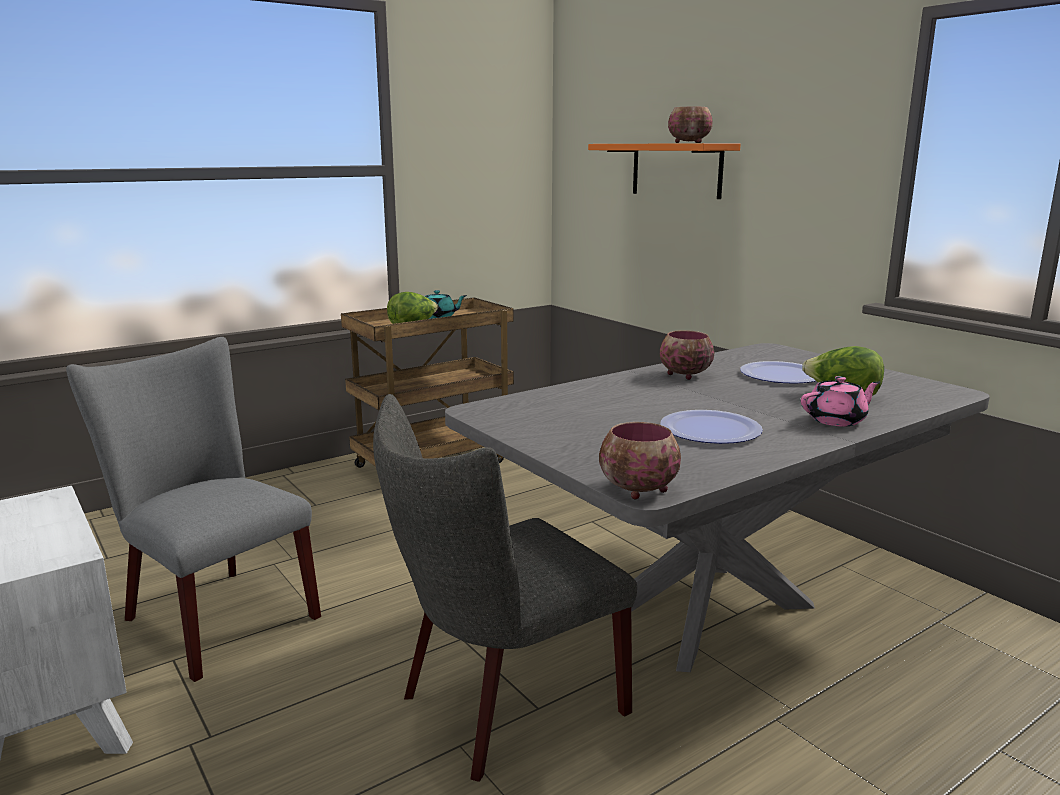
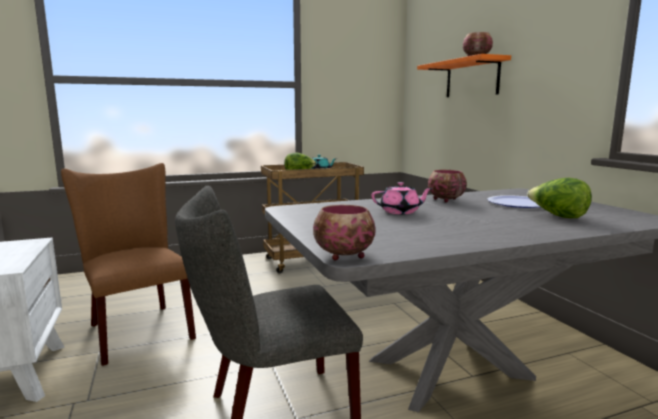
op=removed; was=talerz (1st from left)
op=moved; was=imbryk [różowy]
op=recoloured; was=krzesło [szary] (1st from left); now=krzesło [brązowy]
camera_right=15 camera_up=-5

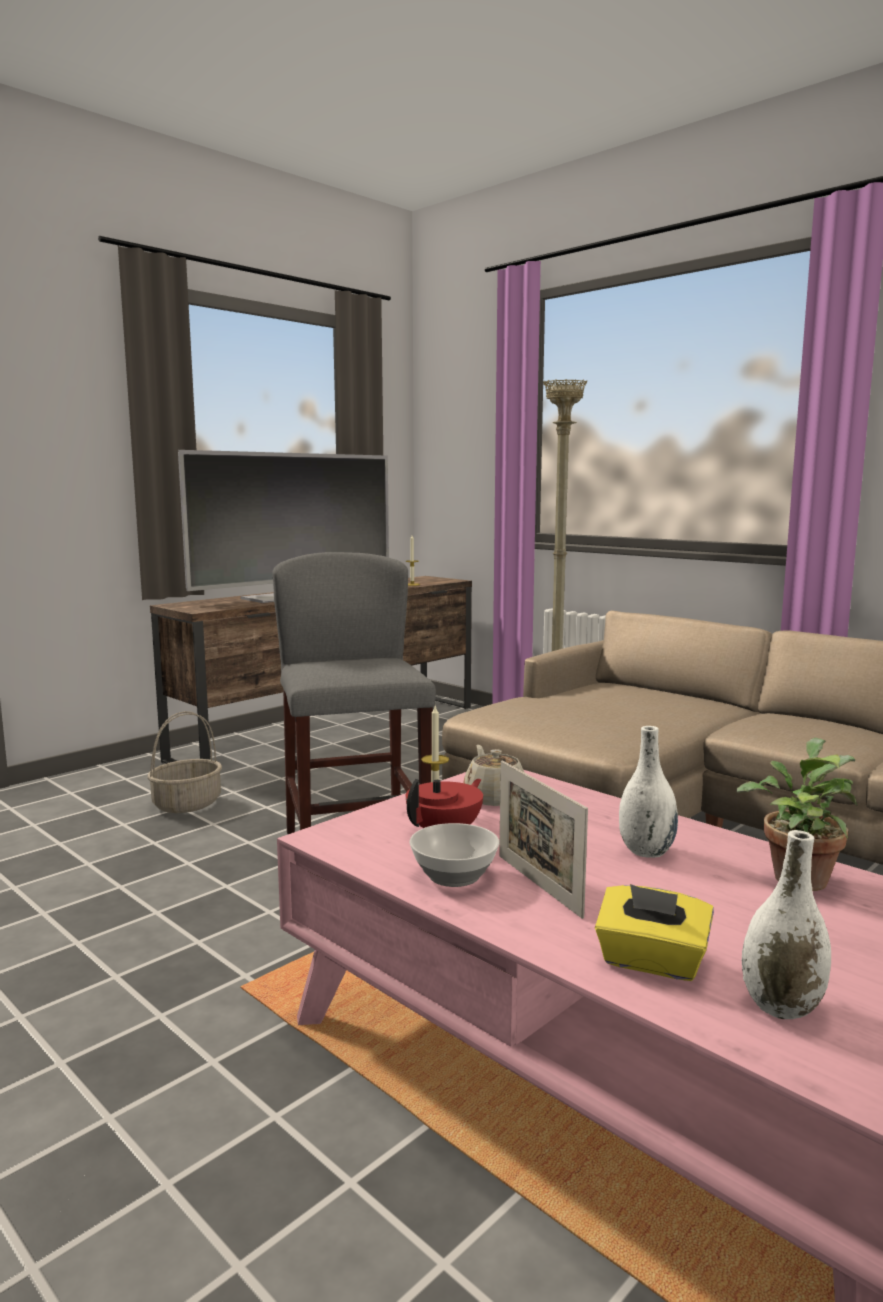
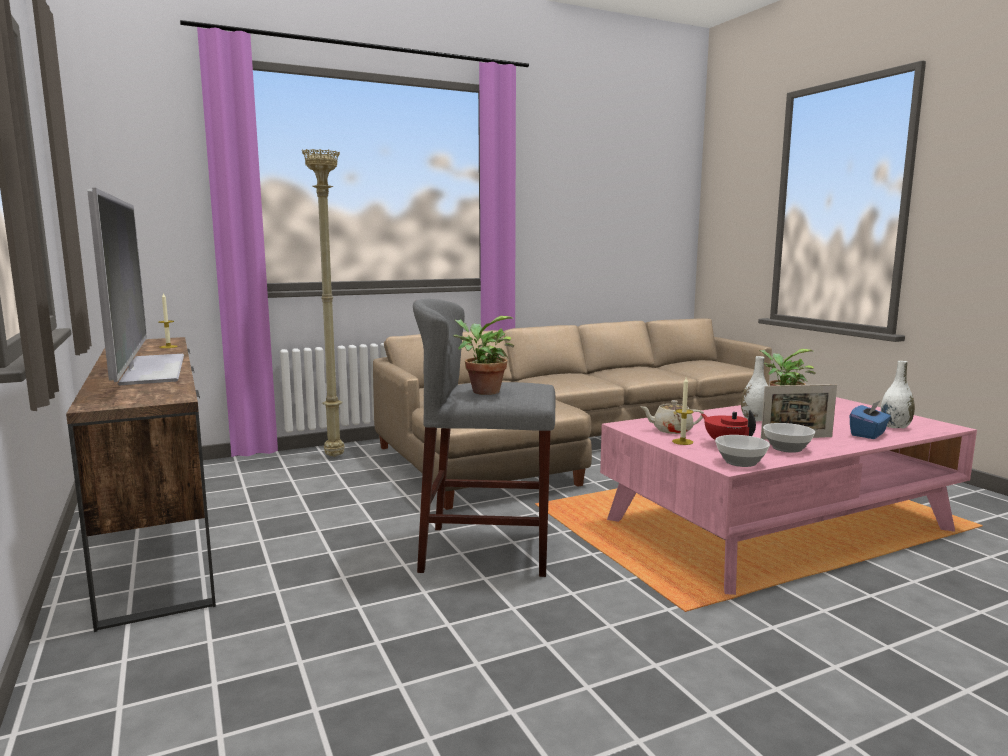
op=removed; was=koszyk
op=added; now=roślina doniczkowa (1st from left)
op=added; now=miska (1st from left)
op=recoloured; was=pudełko chusteczek [żółty]; now=pudełko chusteczek [niebieski]
camera_right=-70 camera_up=0

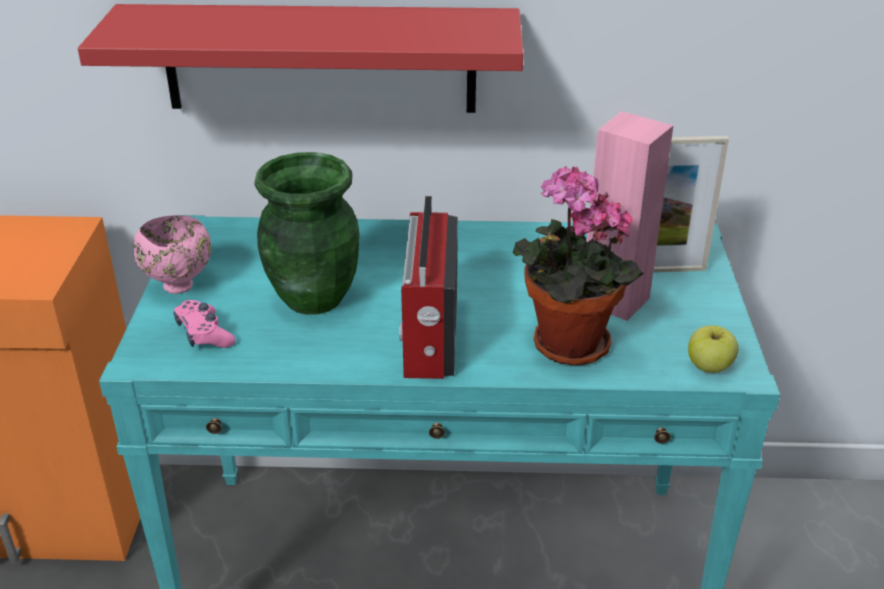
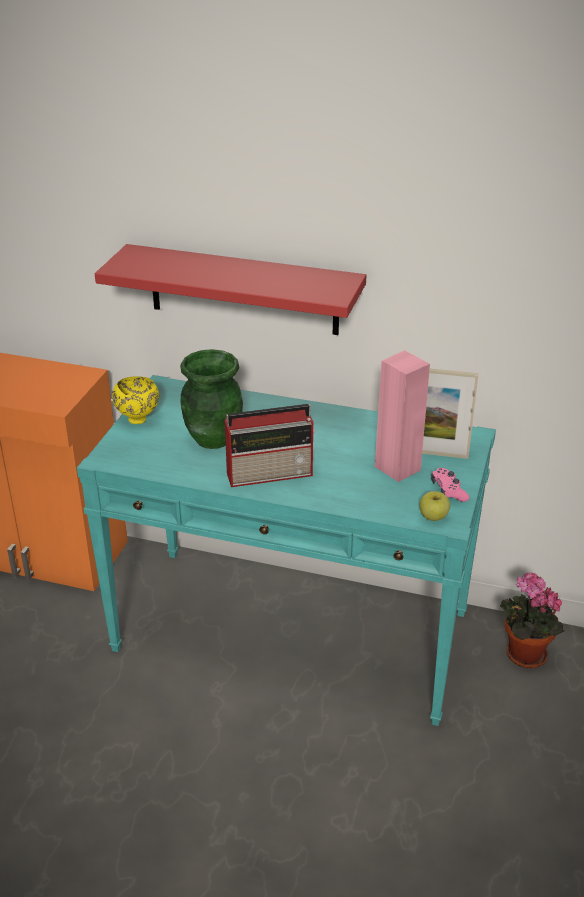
op=moved; was=pad do gier [różowy]
op=moved; was=roślina doniczkowa
op=recoloured; was=miska [różowy]; now=miska [żółty]
op=turned; was=radio; clockwise=-120
camera_right=15 camera_up=0

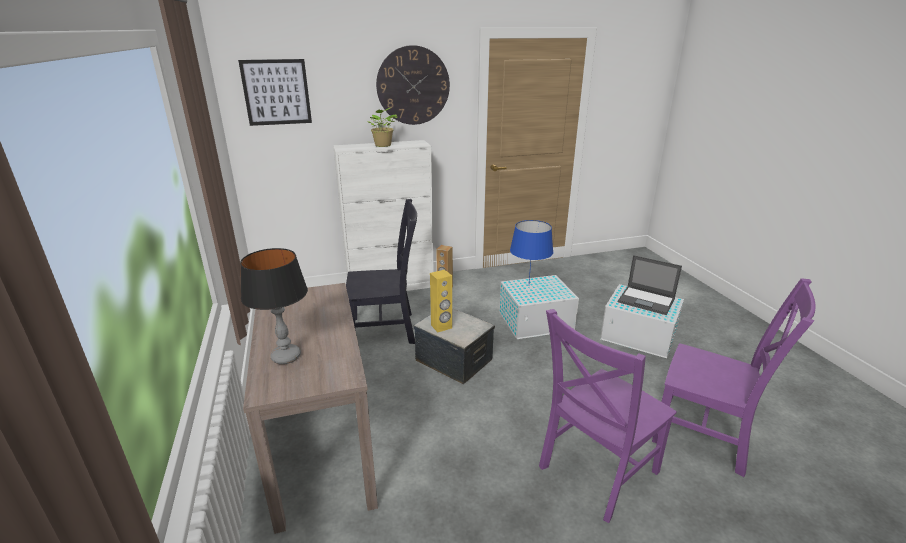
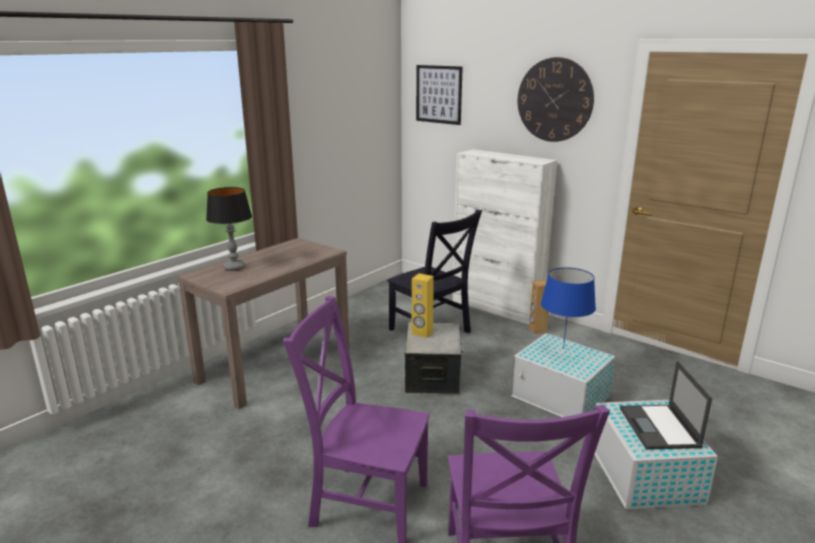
op=removed; was=roślina doniczkowa
camera_right=55 camera_up=-5

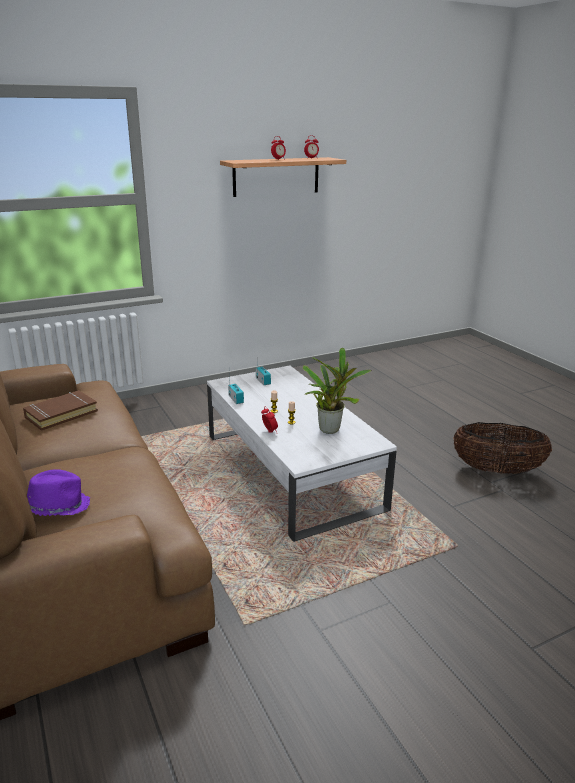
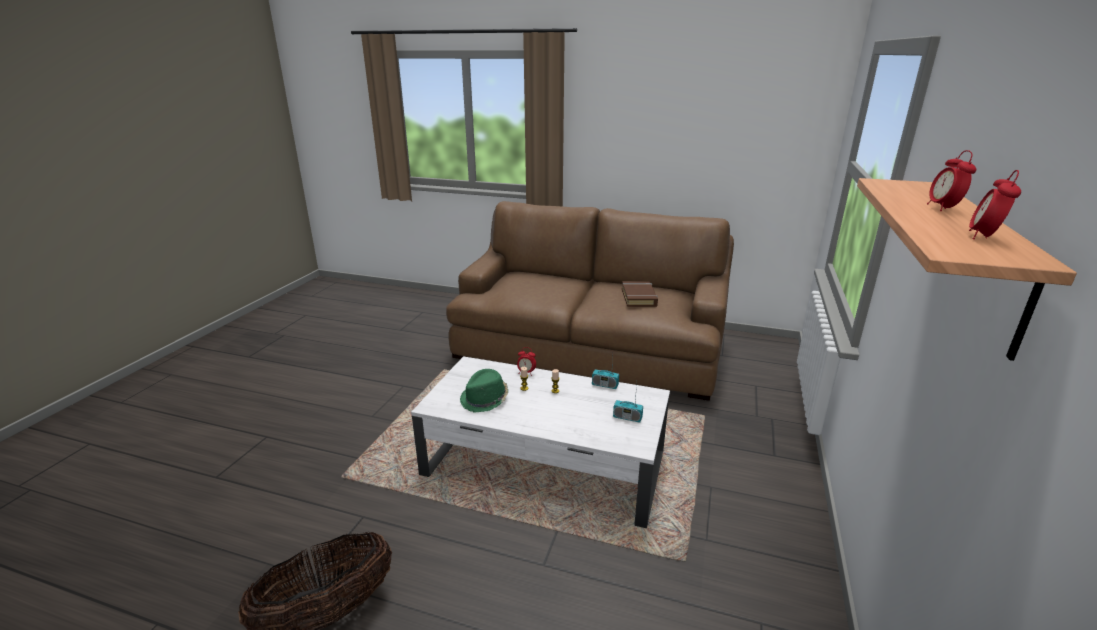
op=removed; was=kapelusz [fioletowy]
op=replaced; was=roślina doniczkowa; now=kapelusz [zielony]
camera_right=135 camera_up=0

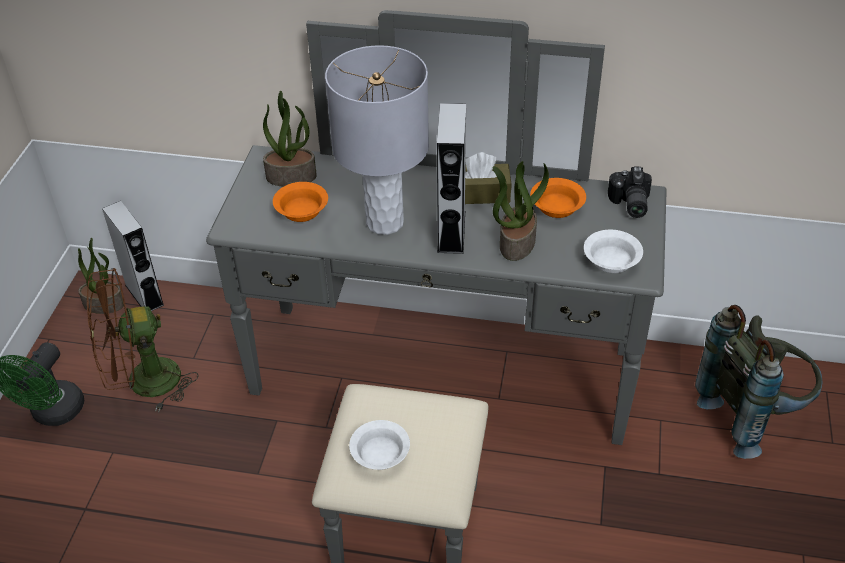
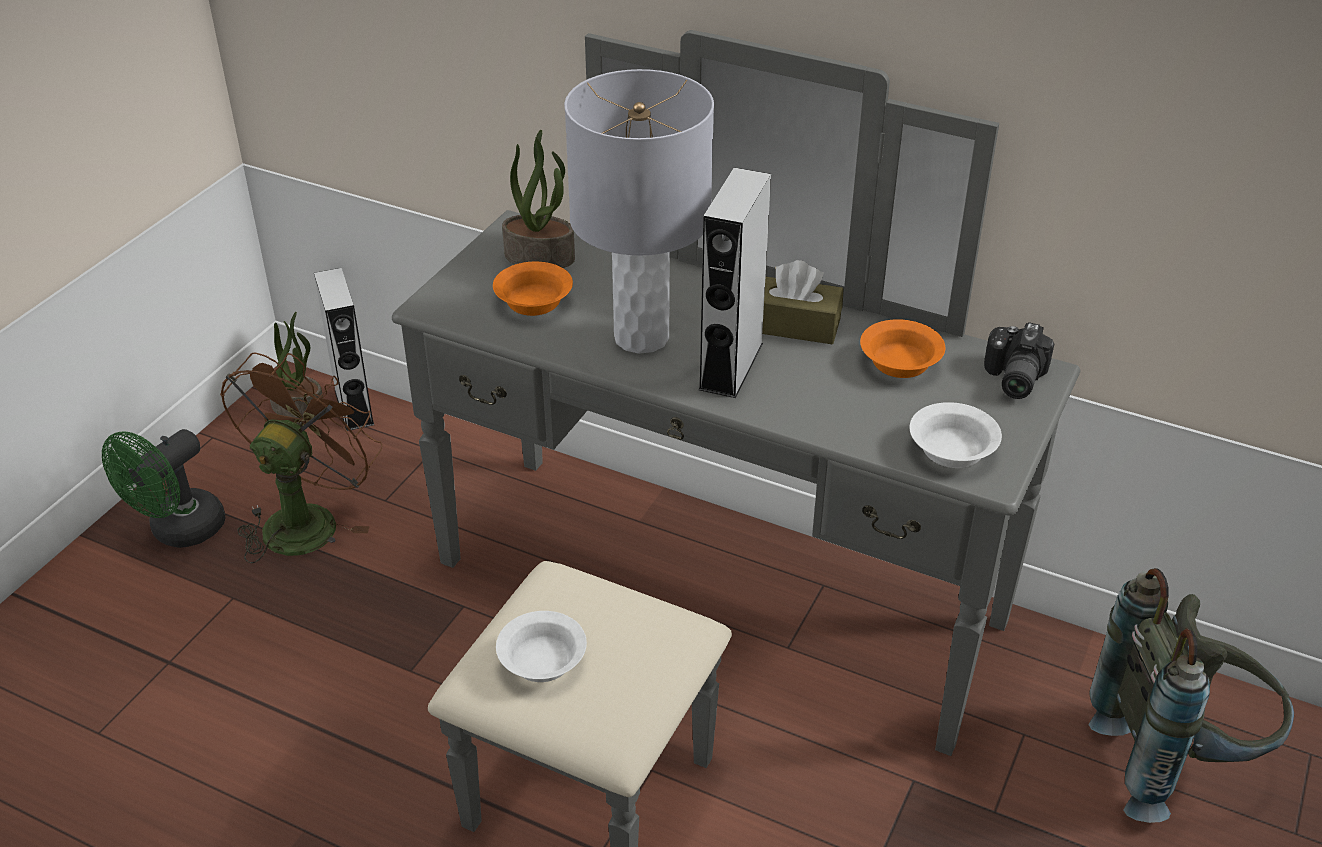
op=removed; was=roślina doniczkowa (3rd from left)
op=turned; was=wentylator [brązowy]; clockwise=120
camera_right=15 camera_up=-5

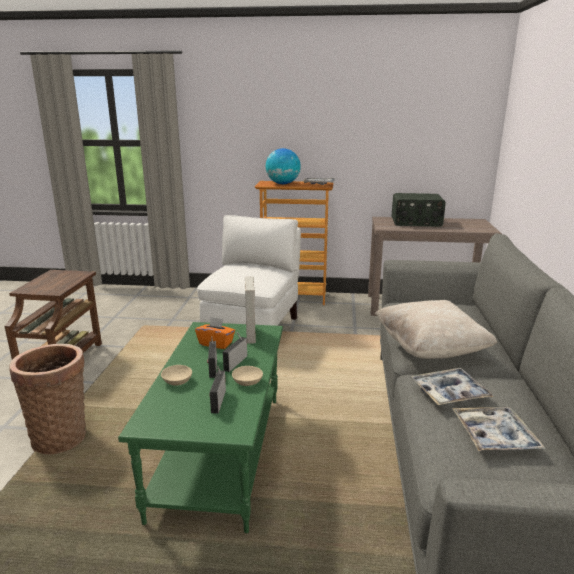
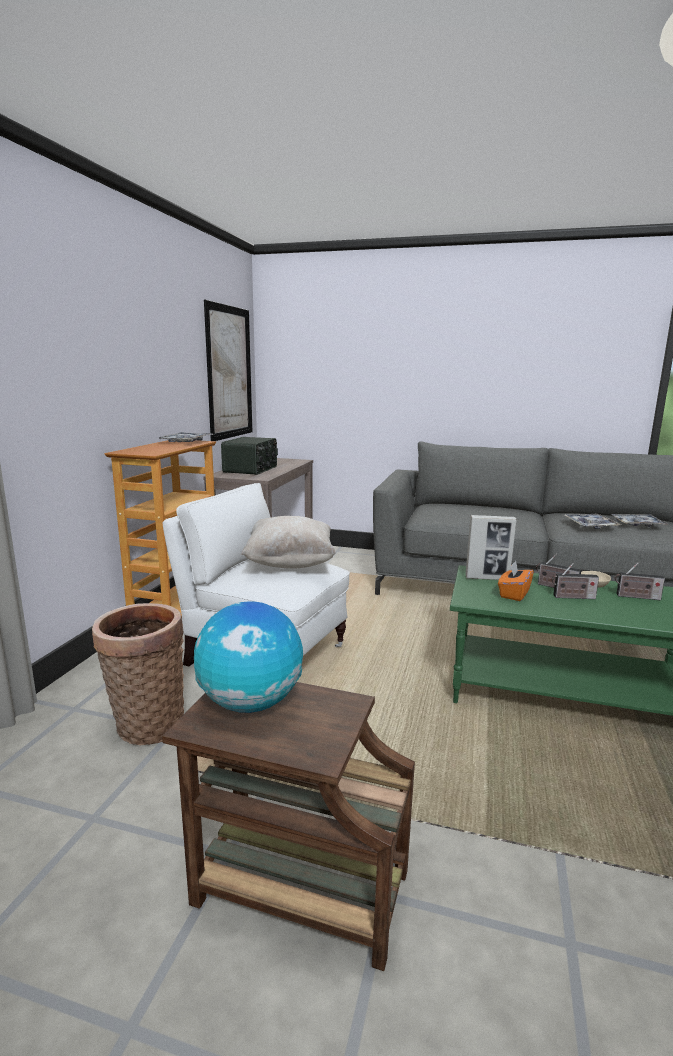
op=removed; was=miska [beżowy] (1st from left)
op=added; now=obraz
op=moved; was=koszyk
op=moved; was=globus
op=moved; was=poduszka [beżowy]
camera_right=-80 camera_up=-5

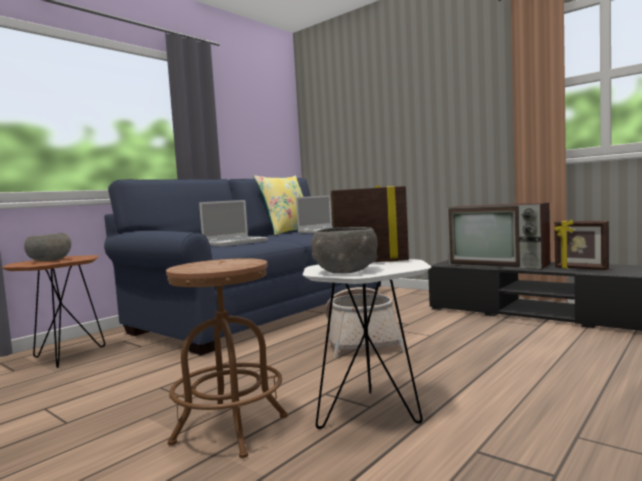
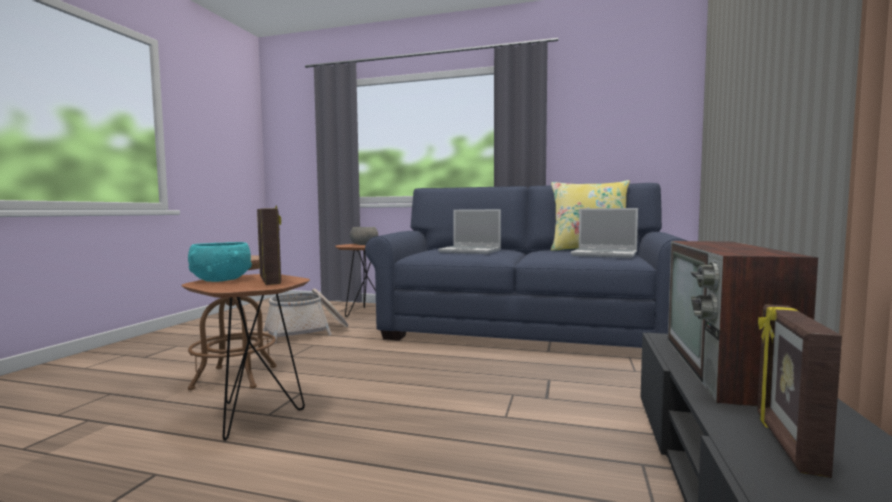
op=moved; was=koszyk
op=recoloured; was=stolik [biały]; now=stolik [brązowy] (1st from left)
op=recoloured; was=miska [szary] (2nd from left); now=miska [turkusowy]
camera_right=65 camera_up=0

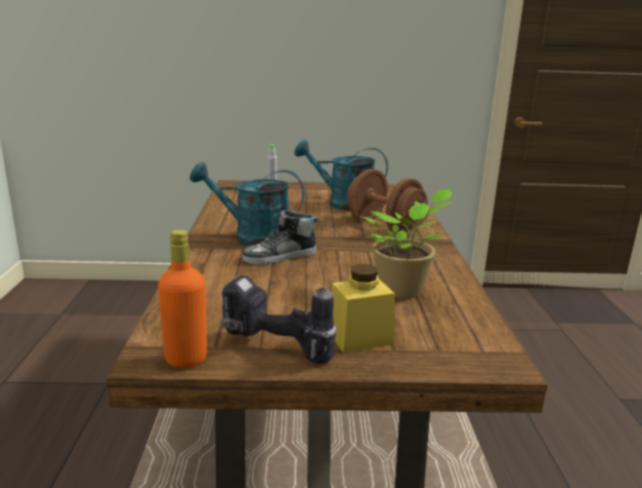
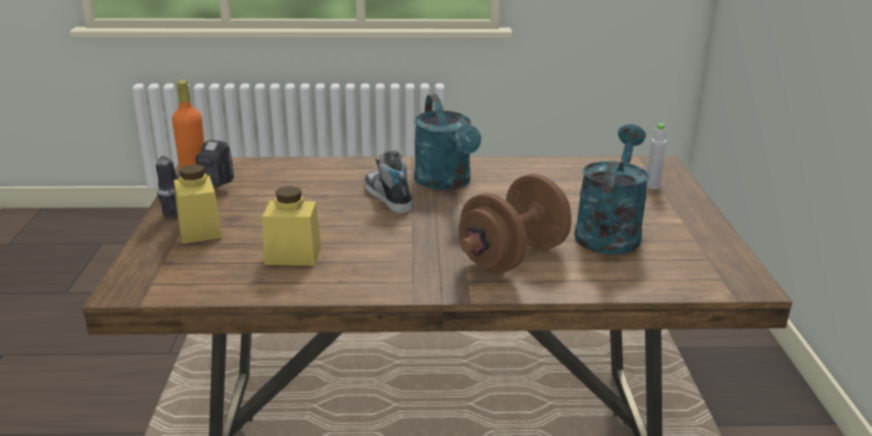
op=replaced; was=roślina doniczkowa; now=słoik [żółty] (2nd from left)
op=turned; was=konewka [turkusowy] (1st from left); clockwise=150
camera_right=90 camera_up=5

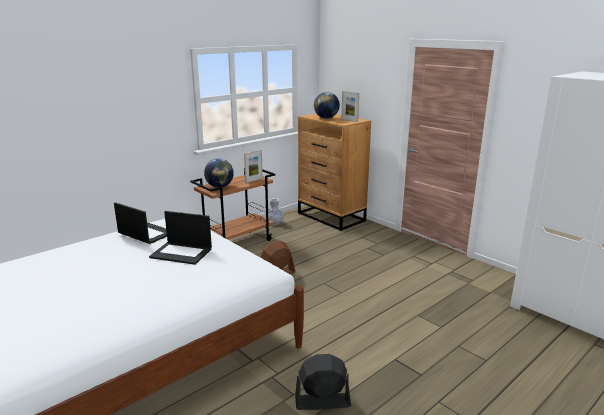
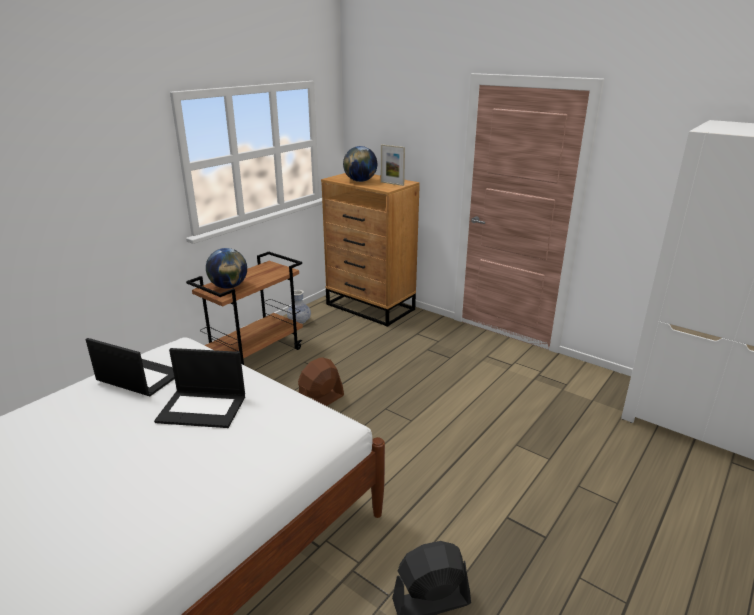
op=removed; was=ramka na zdjęcie (1st from left)
camera_right=-10 camera_up=5

